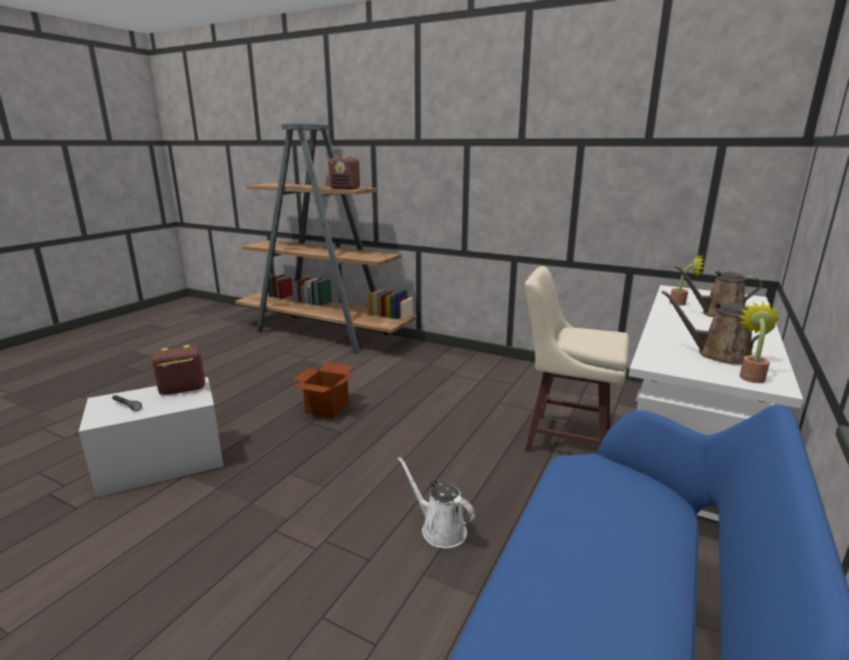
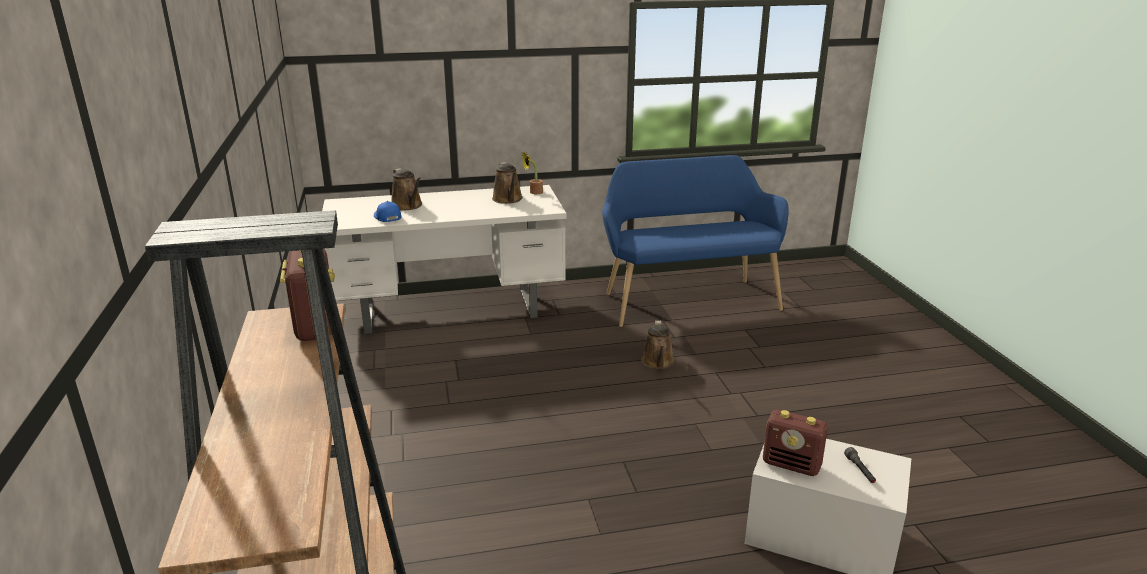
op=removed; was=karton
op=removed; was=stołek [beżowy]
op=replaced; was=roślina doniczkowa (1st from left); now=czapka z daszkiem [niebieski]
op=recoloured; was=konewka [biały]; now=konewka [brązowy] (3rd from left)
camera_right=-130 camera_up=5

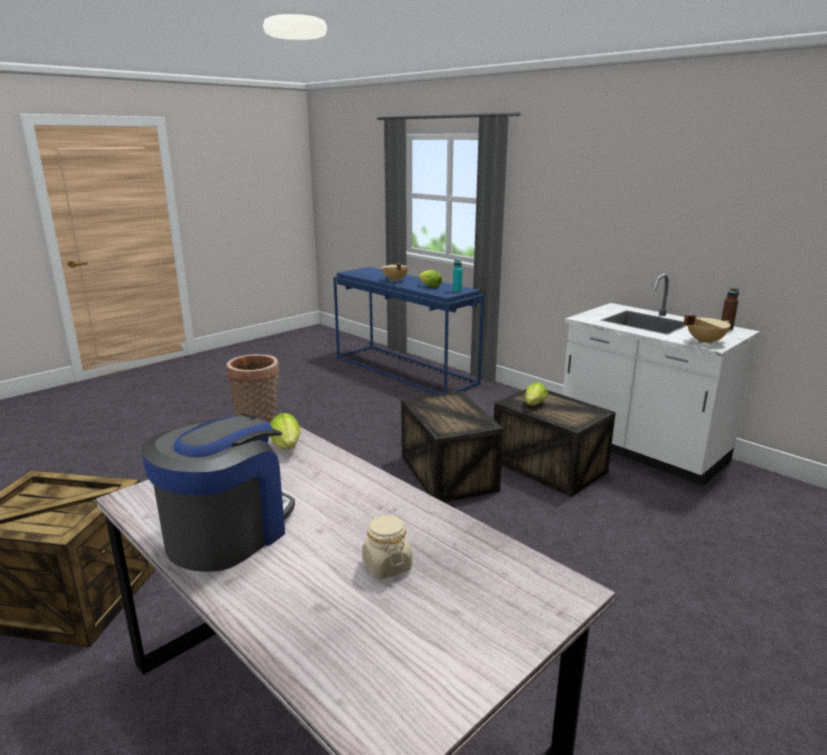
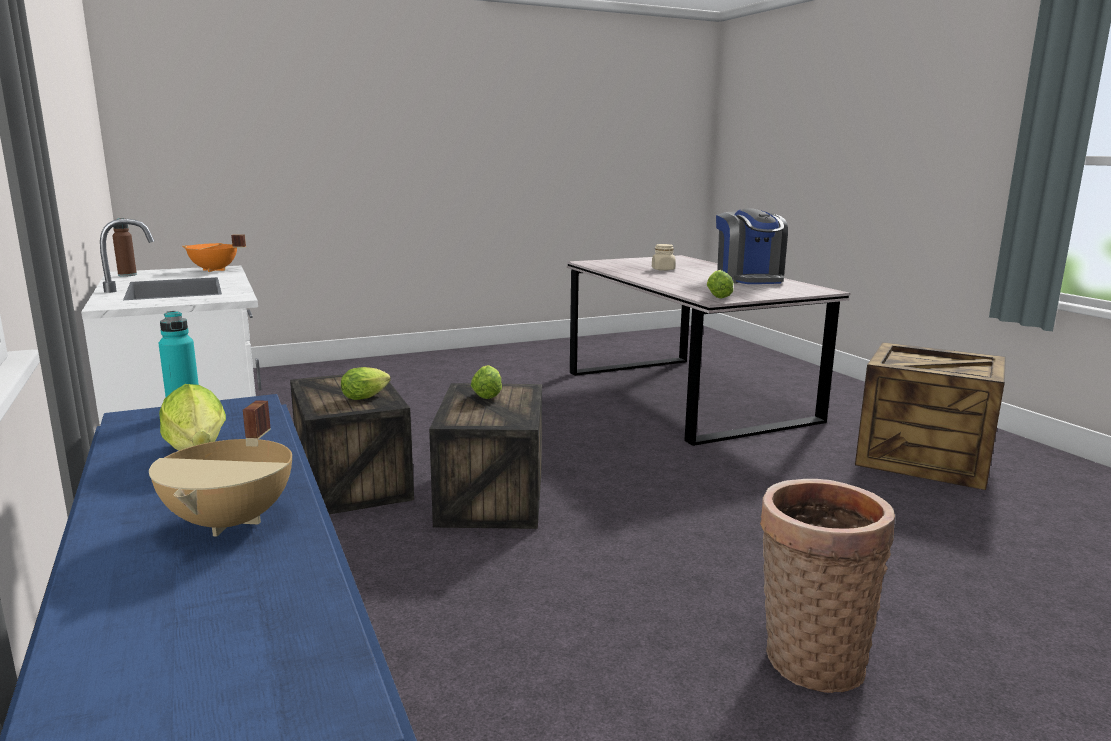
op=added; now=sałata (3rd from left)
op=recoloured; was=garnek [beżowy] (2nd from left); now=garnek [pomarańczowy]
op=turned; was=ekspres do kawy; clockwise=-60
camera_right=-160 camera_up=-5

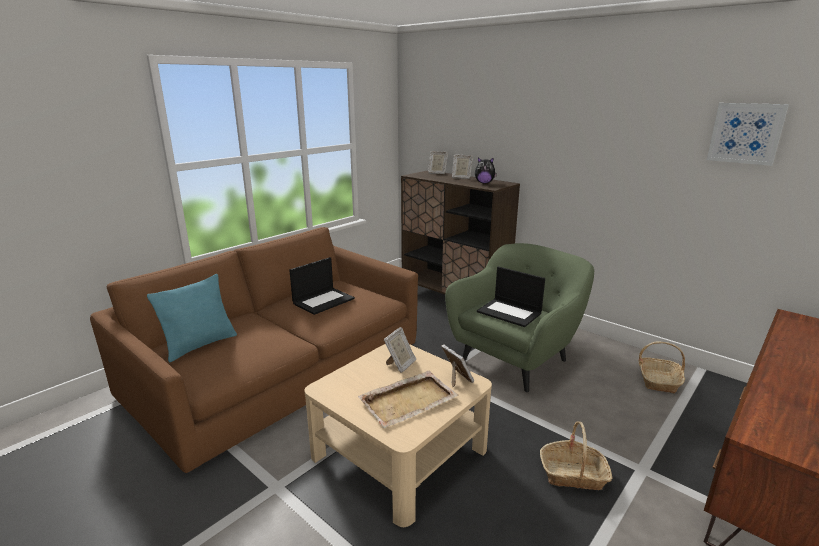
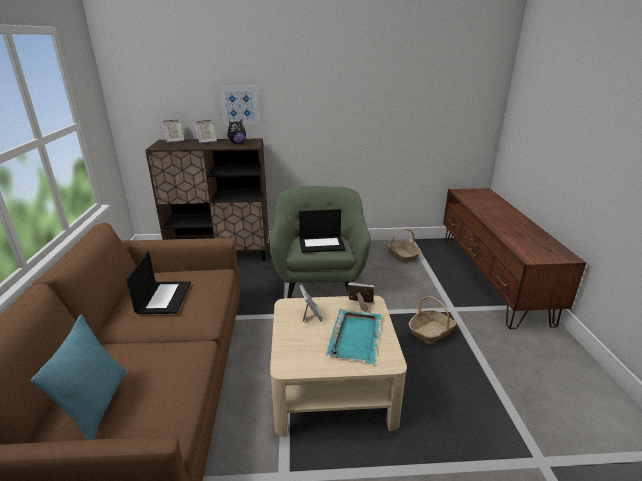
op=moved; was=obraz
op=recoloured; was=taca [beżowy]; now=taca [turkusowy]
camera_right=-45 camera_up=5

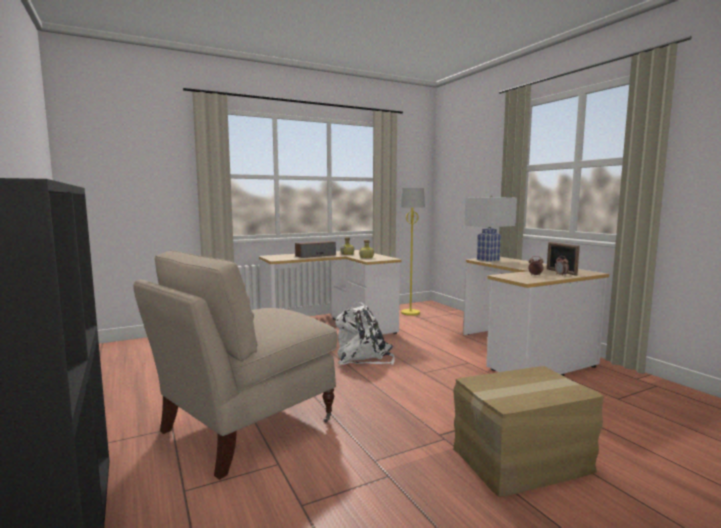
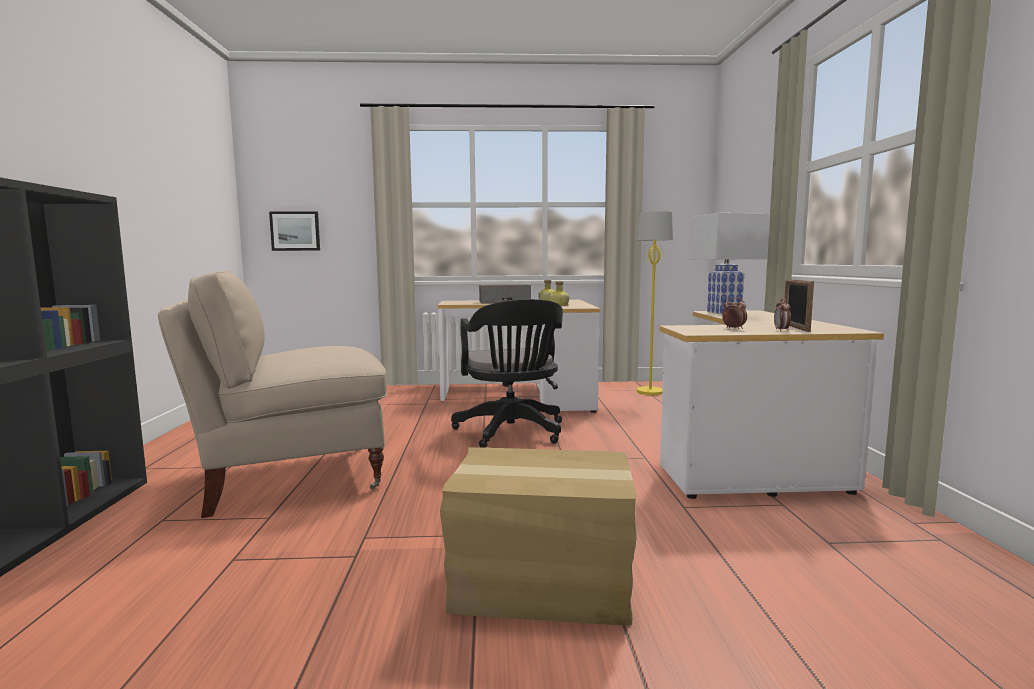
op=added; now=obraz
op=replaced; was=plecak [biały]; now=krzesło biurowe [czarny]
camera_right=25 camera_up=0

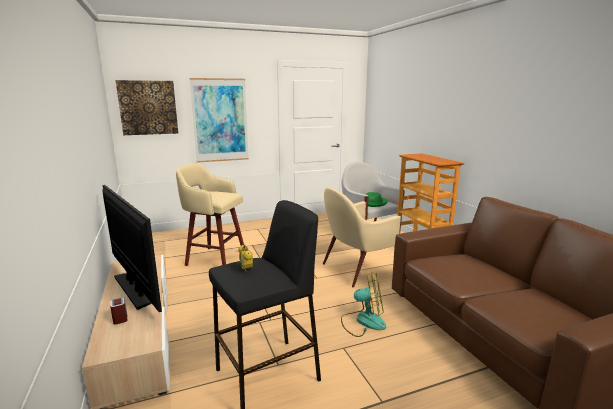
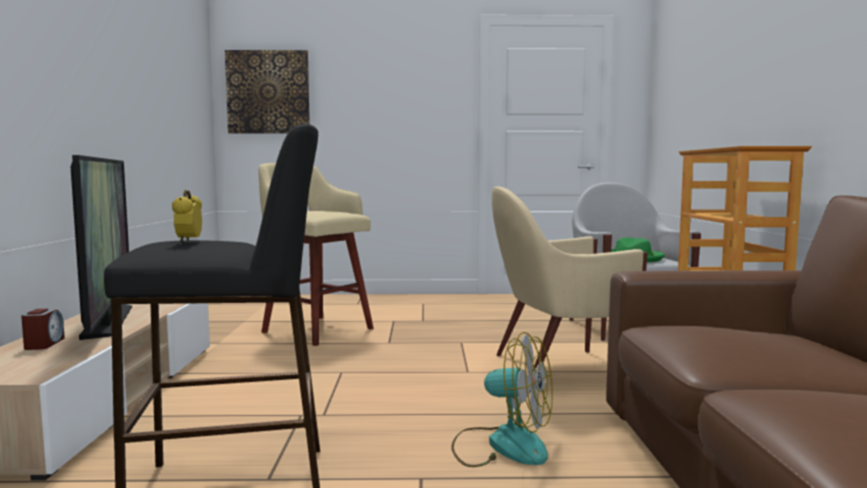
op=removed; was=obraz (2nd from left)
camera_right=20 camera_up=-10

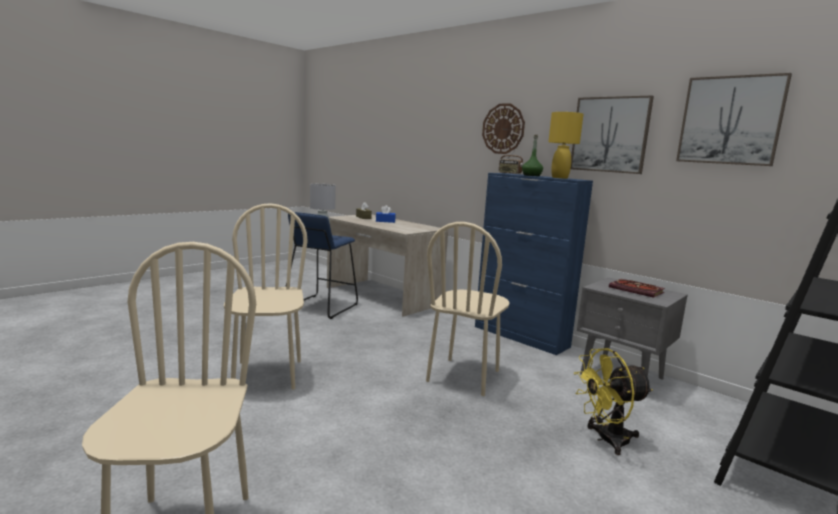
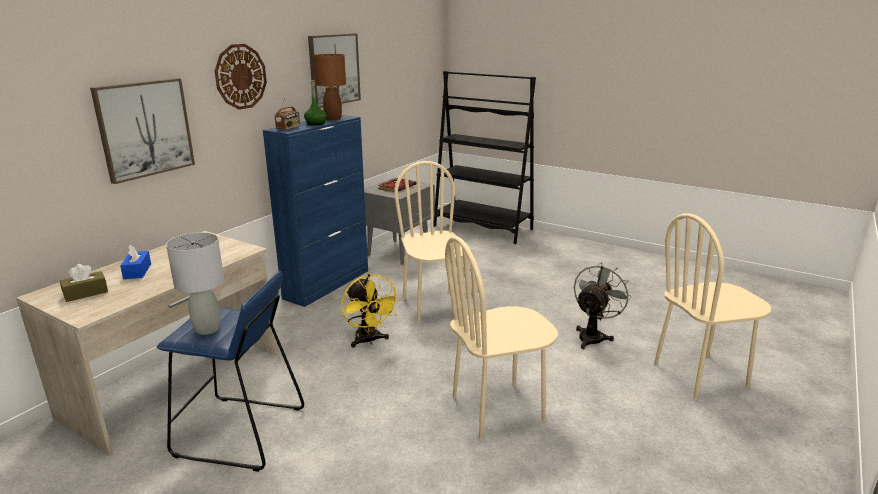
op=added; now=wentylator [szary]
op=moved; was=wentylator [żółty]
op=moved; was=obraz (2nd from left in the first image); now=obraz (1st from left)
op=recoloured; was=lampa stołowa [żółty]; now=lampa stołowa [brązowy]
op=turned; was=krzesło [beżowy] (3rd from left in the first image); clockwise=-120
camera_right=-100 camera_up=10

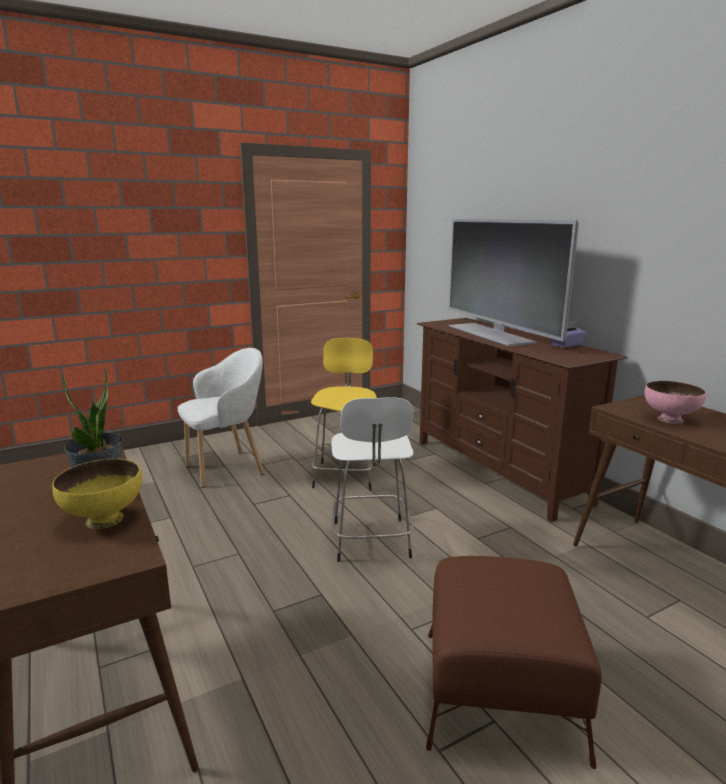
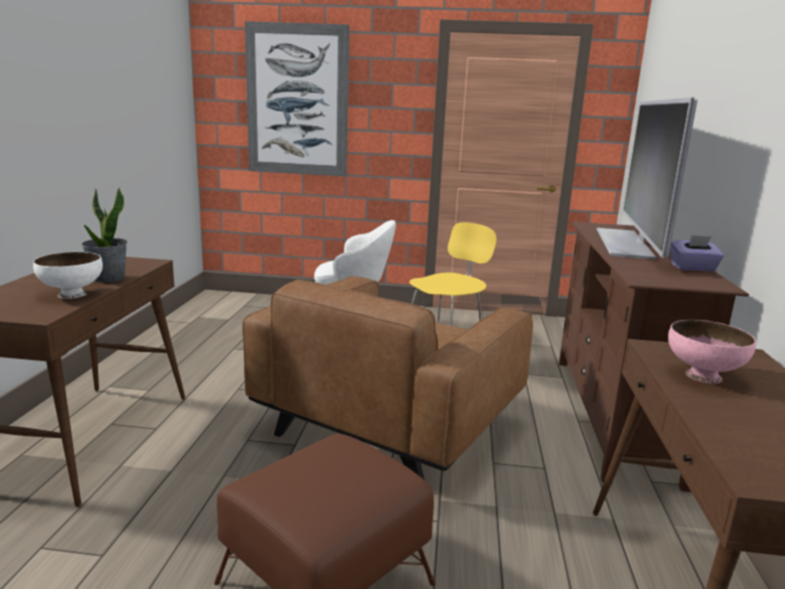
op=added; now=obraz
op=replaced; was=stołek [biały]; now=fotel [brązowy]
op=recoloured; was=miska [żółty]; now=miska [biały]
camera_right=35 camera_up=0

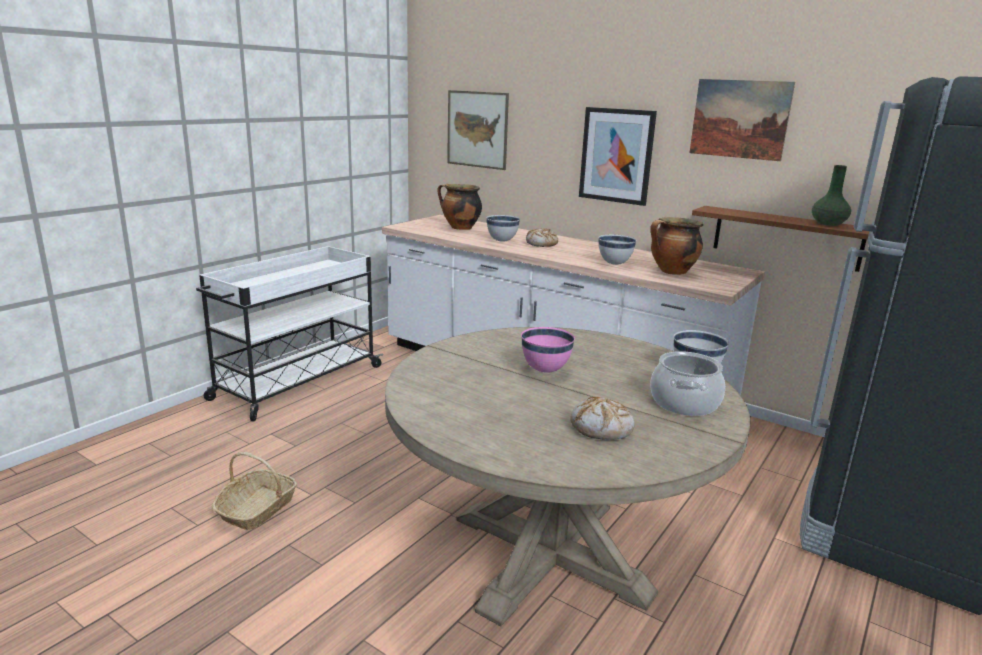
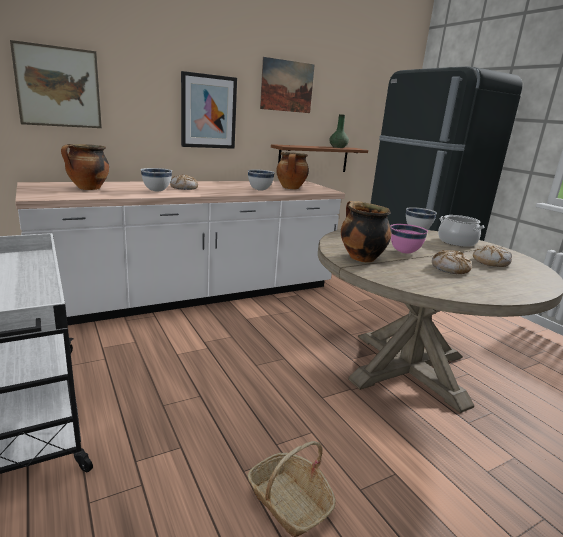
op=added; now=garnek (3rd from left)
op=added; now=chleb (2nd from left)
camera_right=-65 camera_up=0

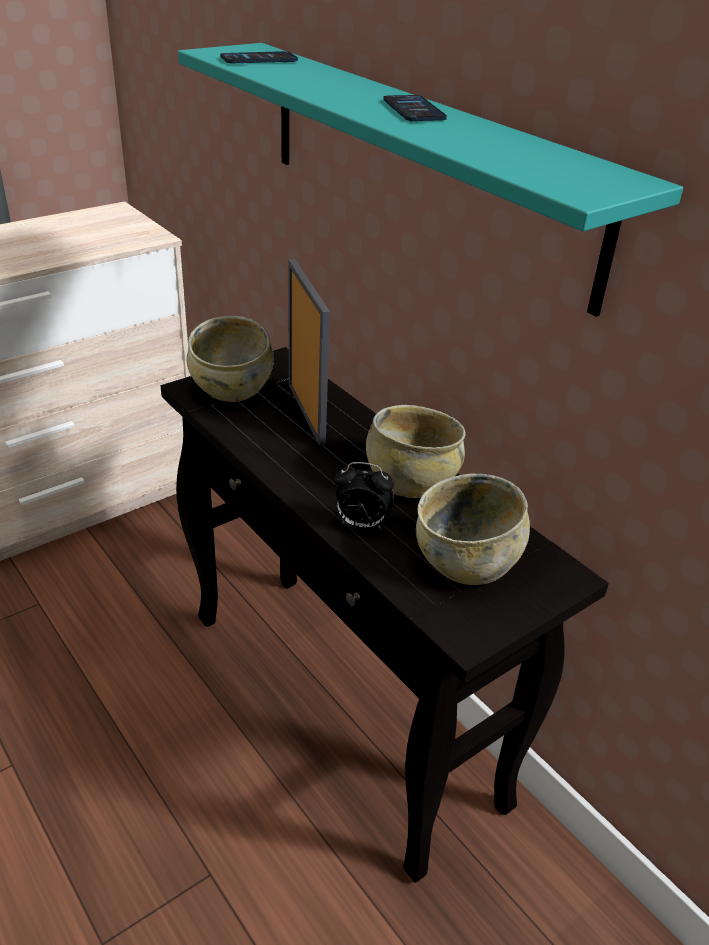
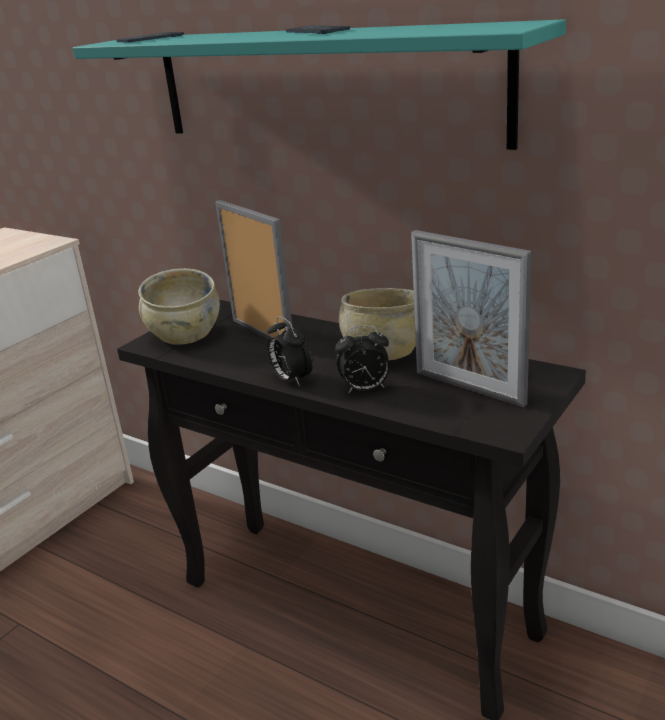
op=added; now=budzik (1st from left)
op=replaced; was=miska [beżowy] (3rd from left); now=ramka na zdjęcie (2nd from left)
camera_right=-15 camera_up=-10

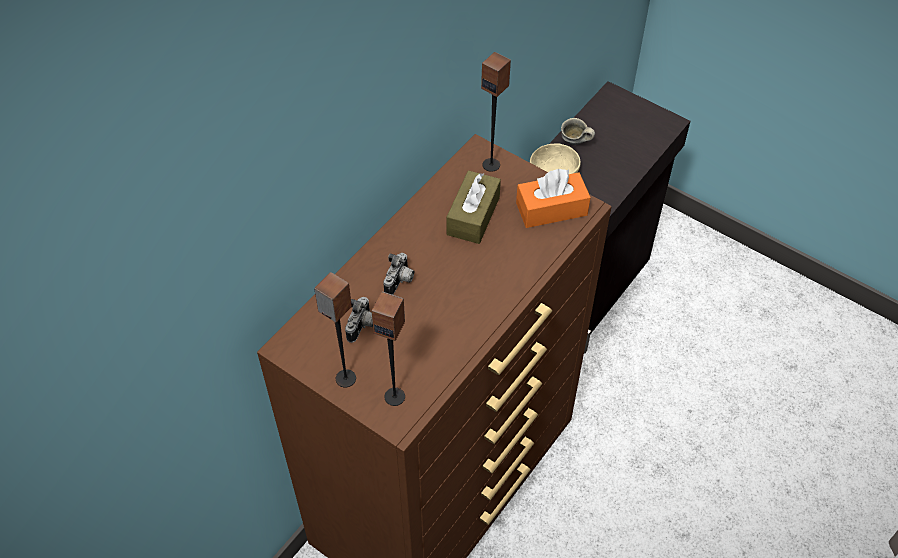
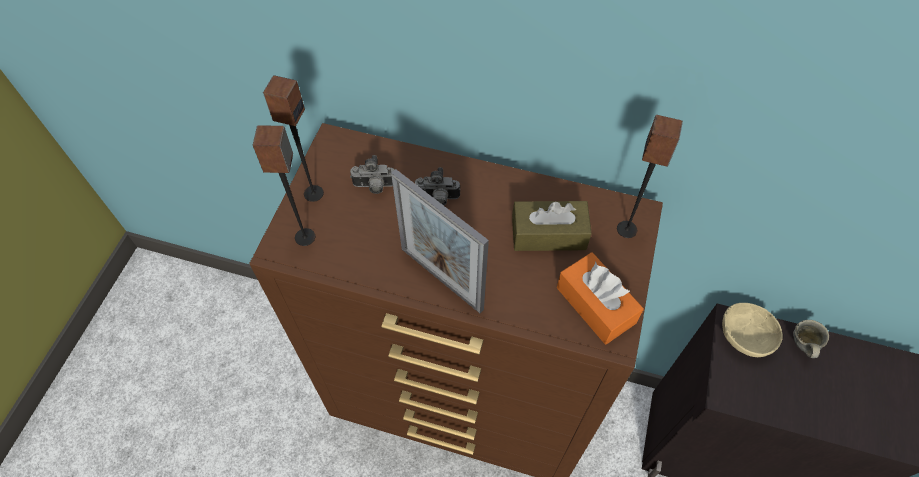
op=added; now=ramka na zdjęcie
camera_right=70 camera_up=5

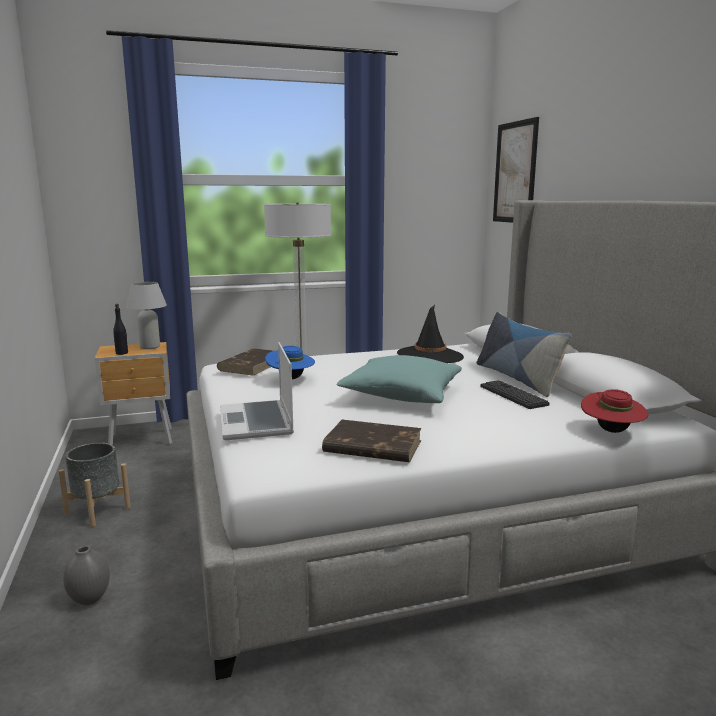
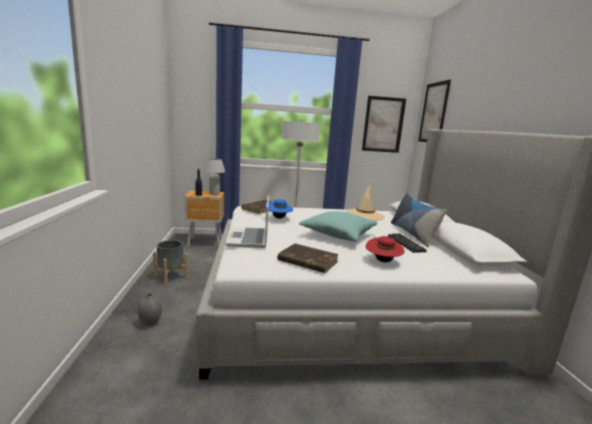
op=added; now=obraz (1st from left)
op=moved; was=kapelusz [czerwony]
op=recoloured; was=kapelusz [czarny]; now=kapelusz [beżowy]
camera_right=10 camera_up=0

